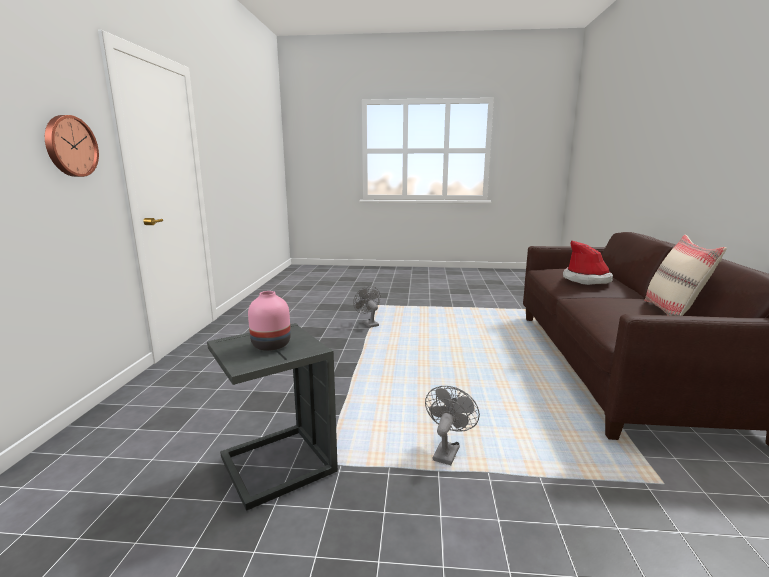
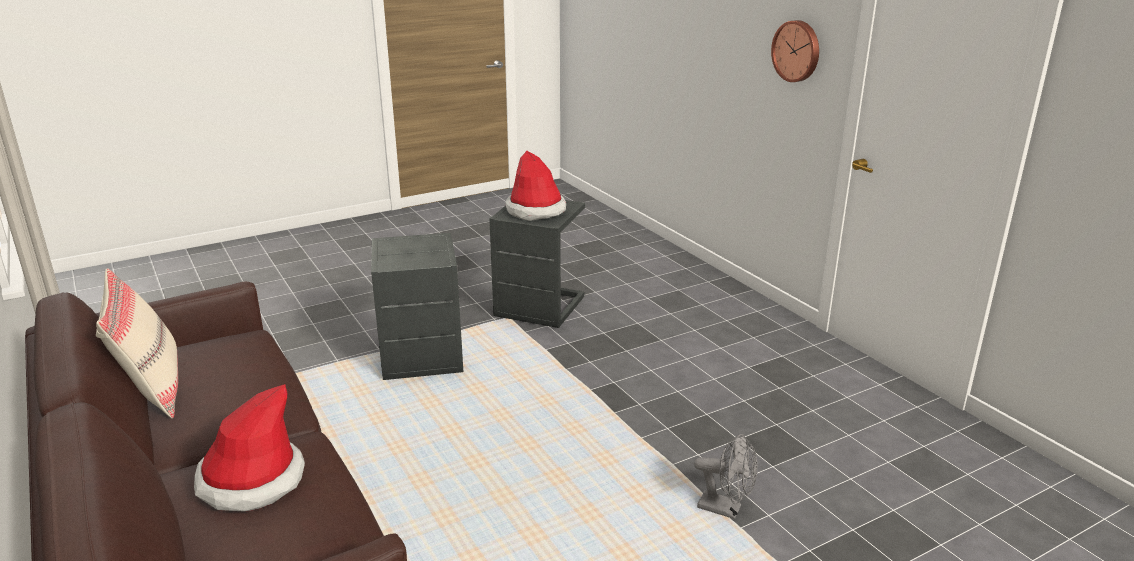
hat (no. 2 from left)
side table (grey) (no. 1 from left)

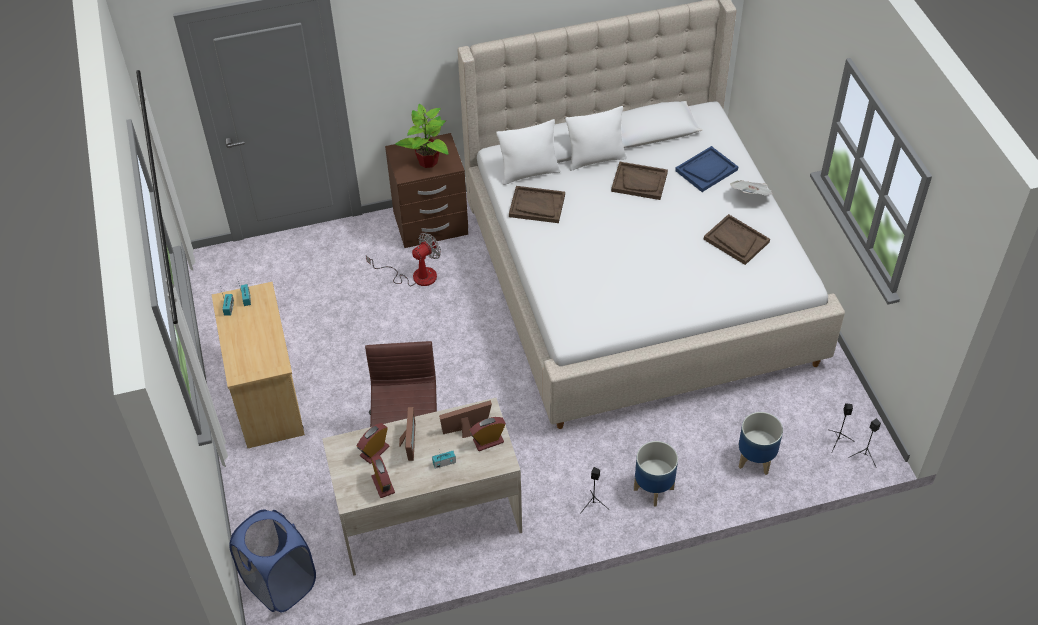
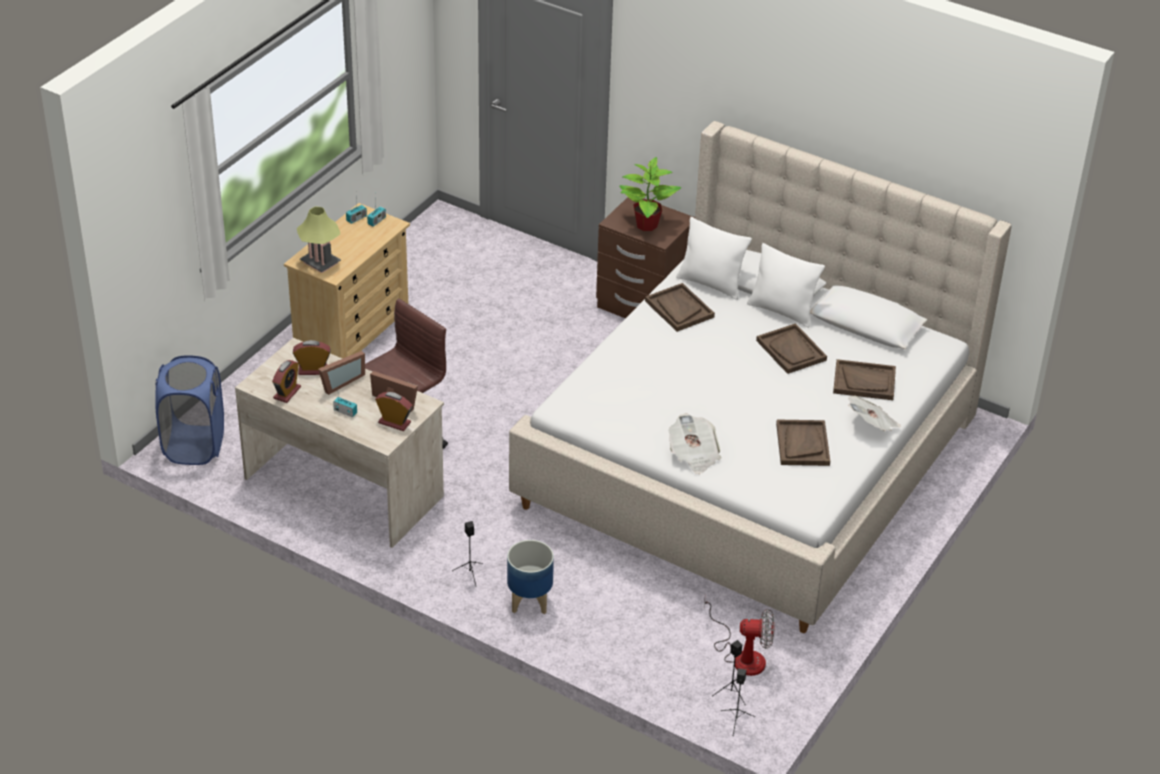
fan
tray (brown) (no. 4 from left)
planter (no. 2 from left in the first image)
table lamp
newspaper (no. 1 from left)

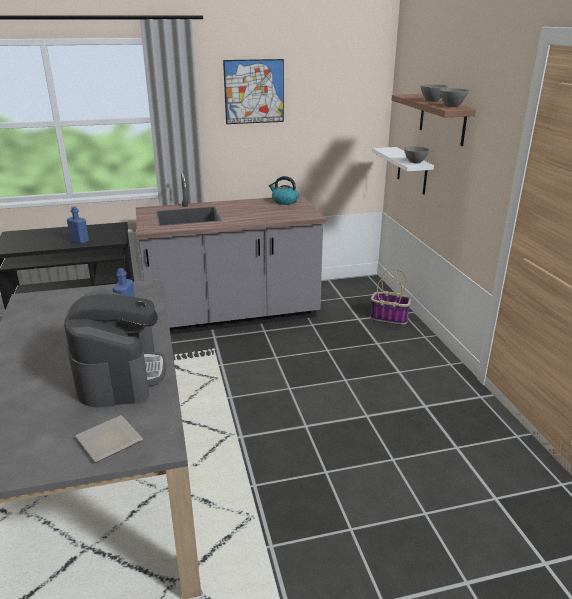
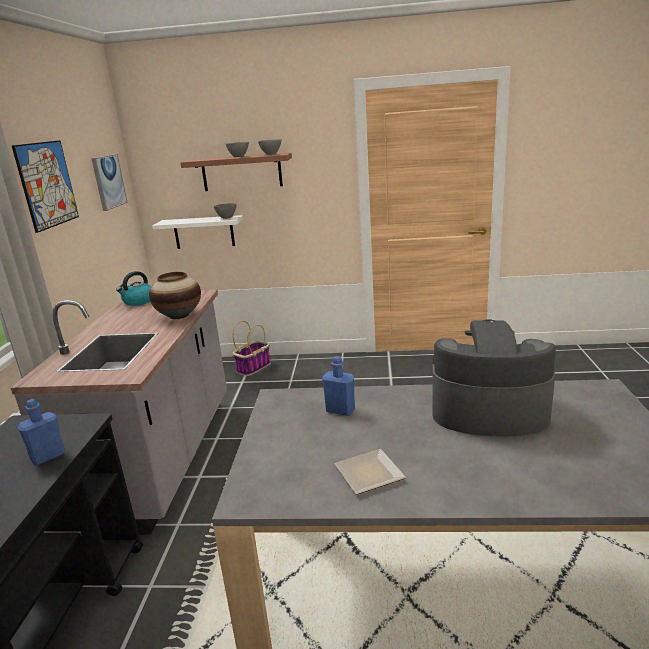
plate
picture (no. 2 from left)
vase

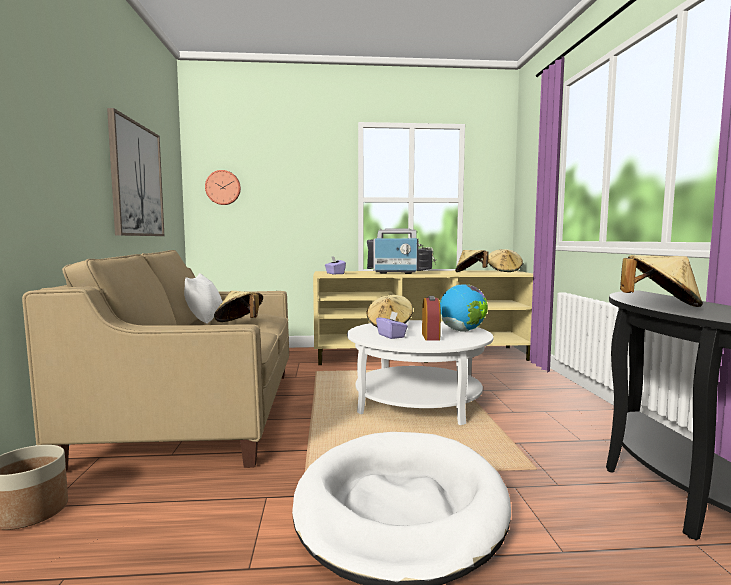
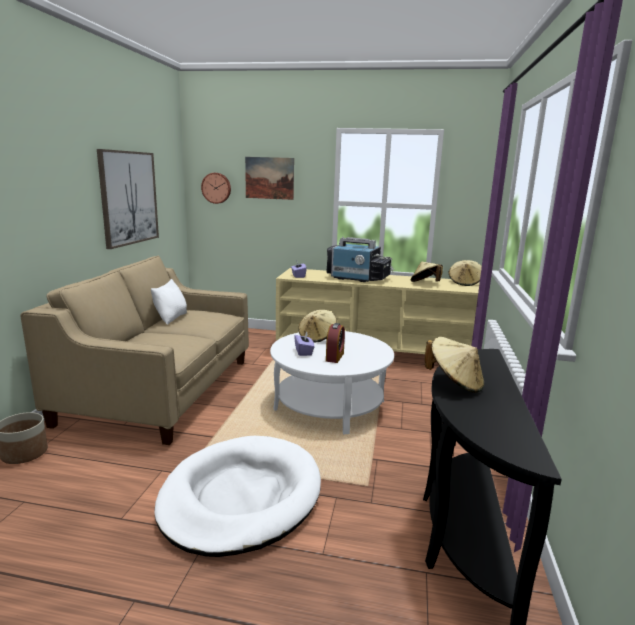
hat (beige) (no. 1 from left in the first image)
globe
picture (no. 2 from left)

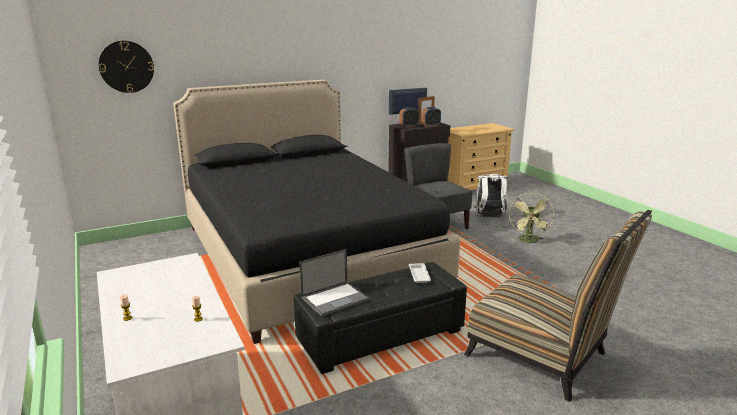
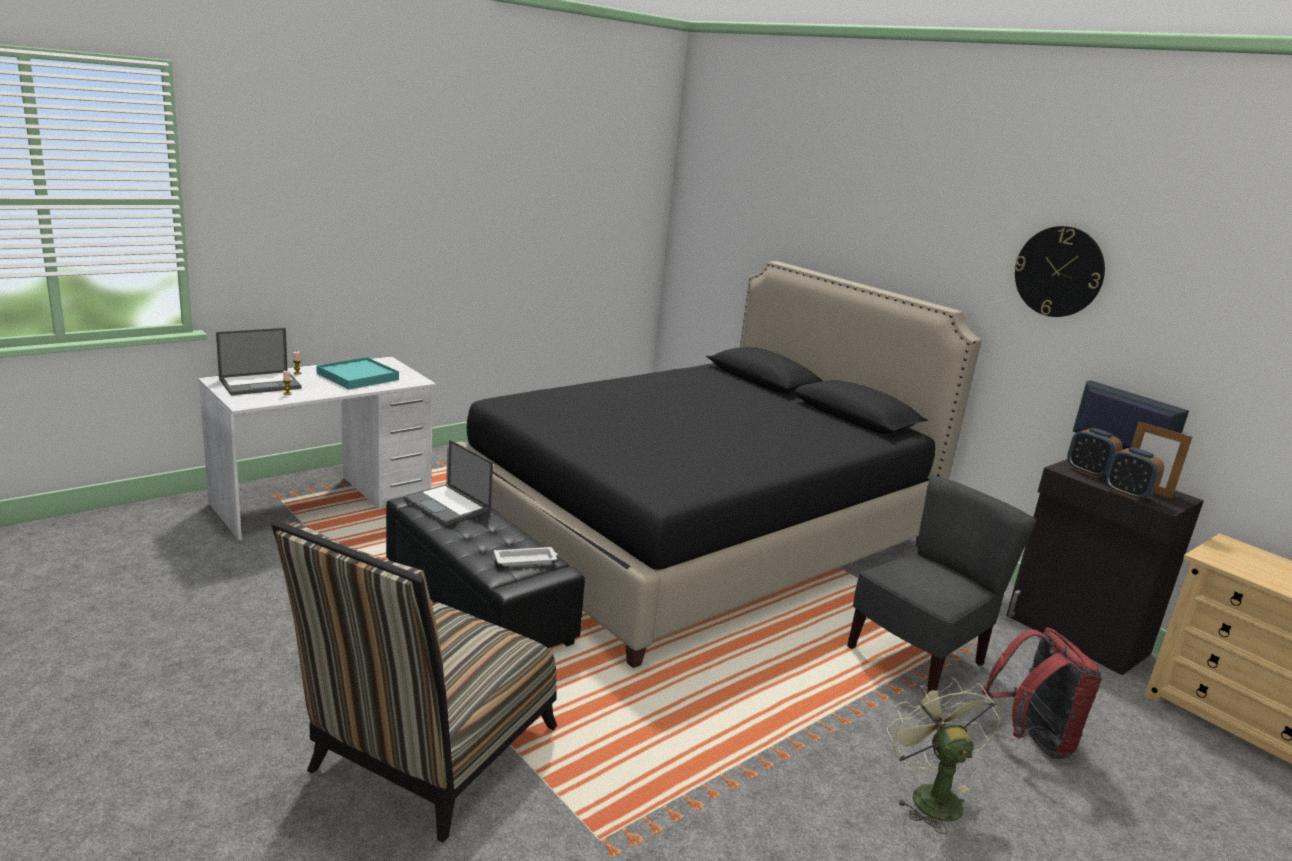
wall clock
backpack (red)
fan (green)
laptop (no. 1 from left)
tray (turquoise)

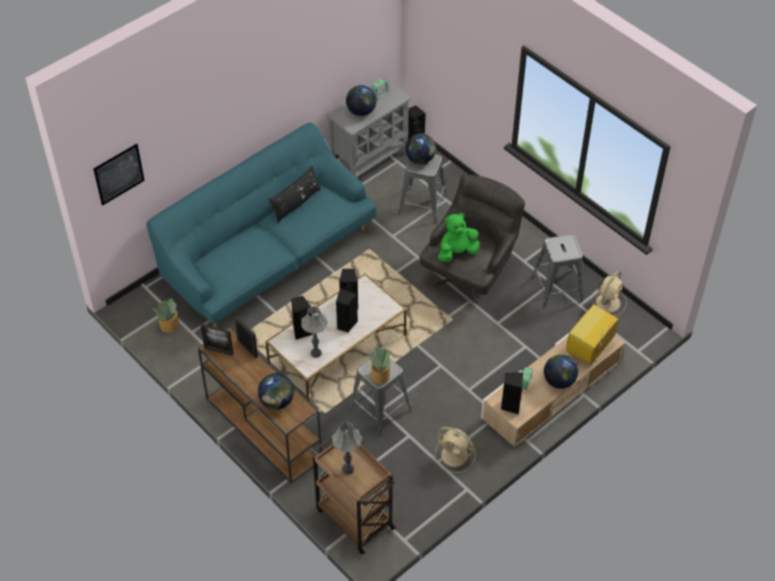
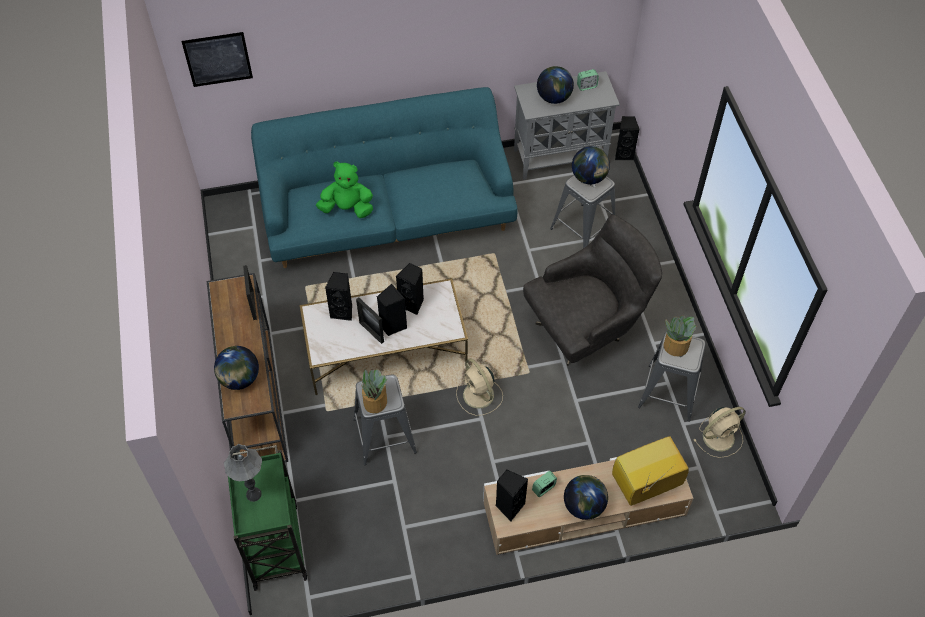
potted plant (no. 2 from left)
picture frame (no. 2 from left)
pillow (black)
table lamp (grey) (no. 1 from left in the first image)
cart (green)
fan (beige) (no. 1 from left)
plush toy (green)

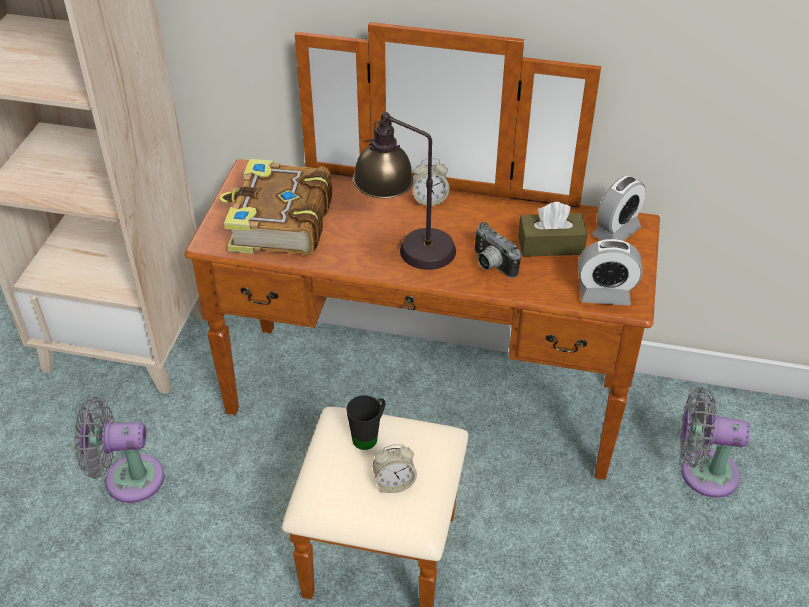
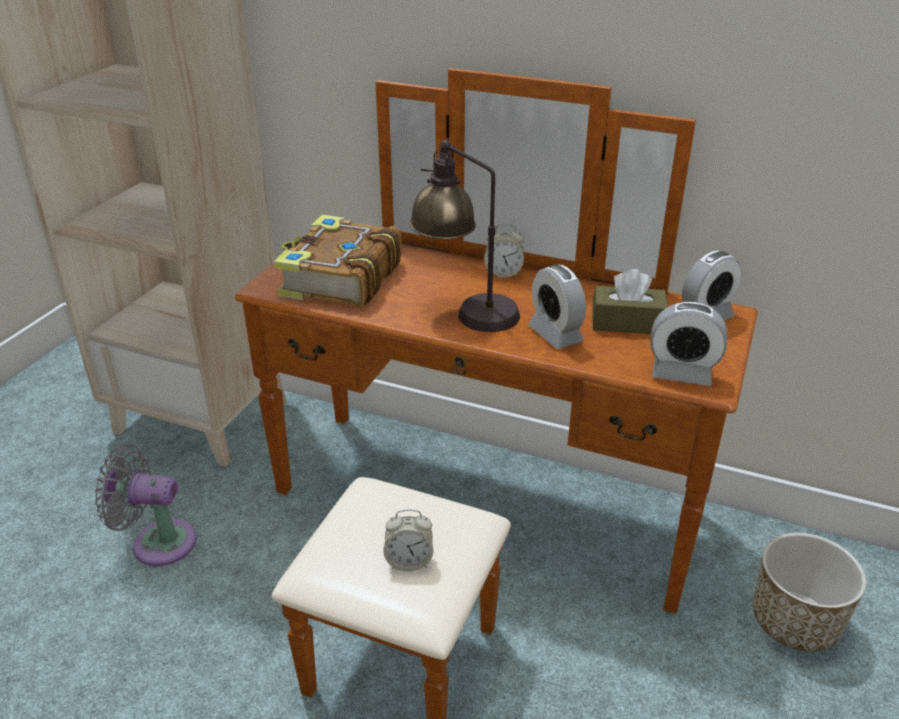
mug (black)
alarm clock (no. 3 from left)
planter

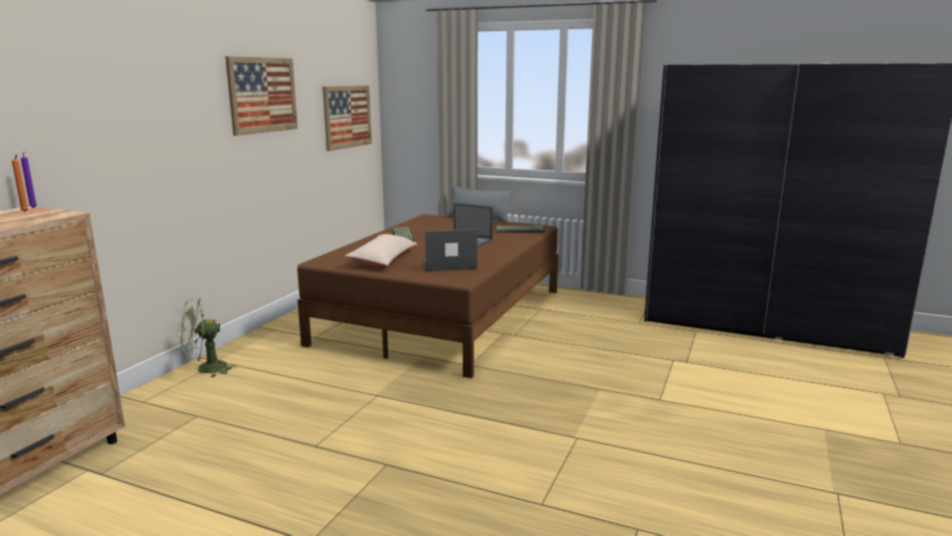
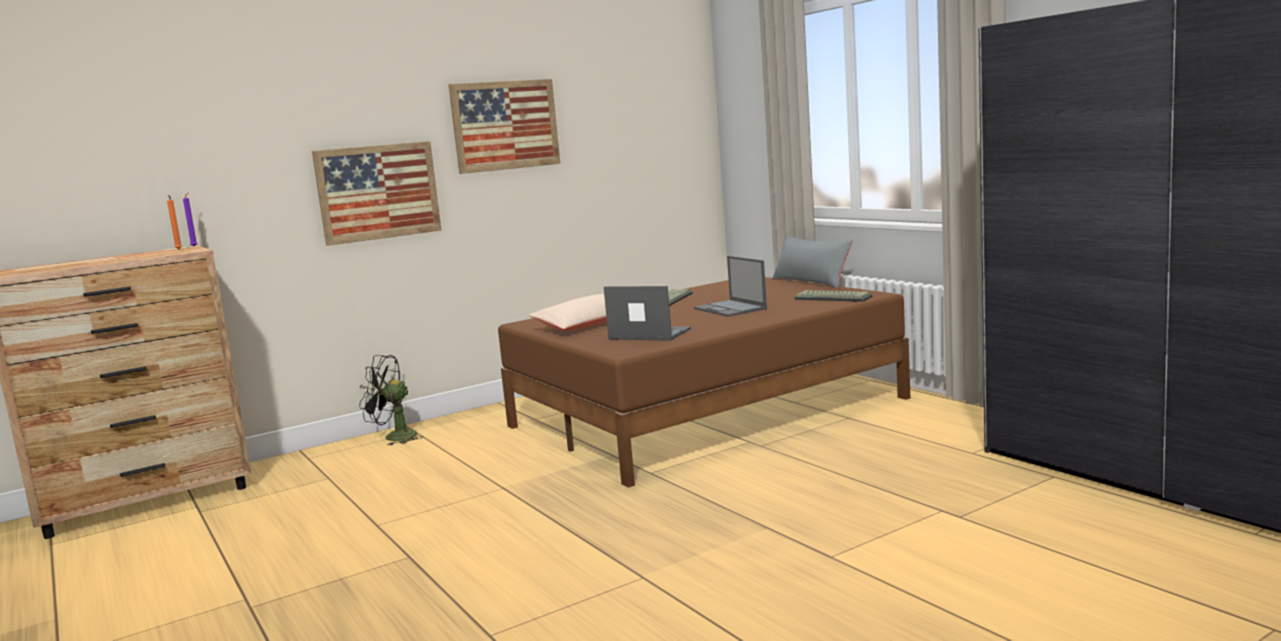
fan (black)
picture (no. 1 from left)

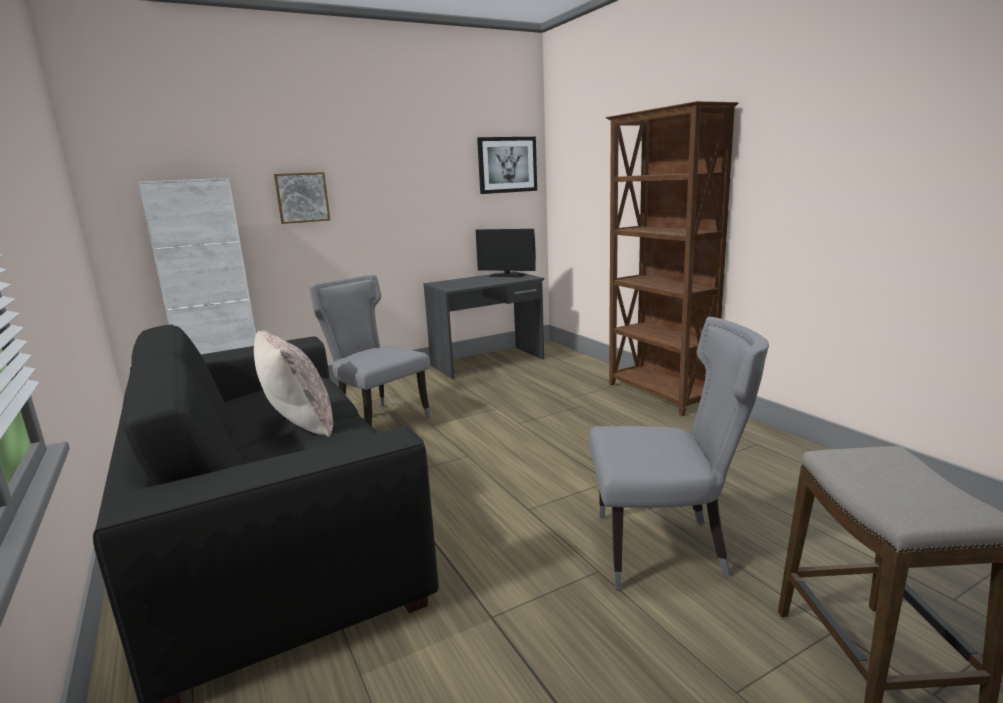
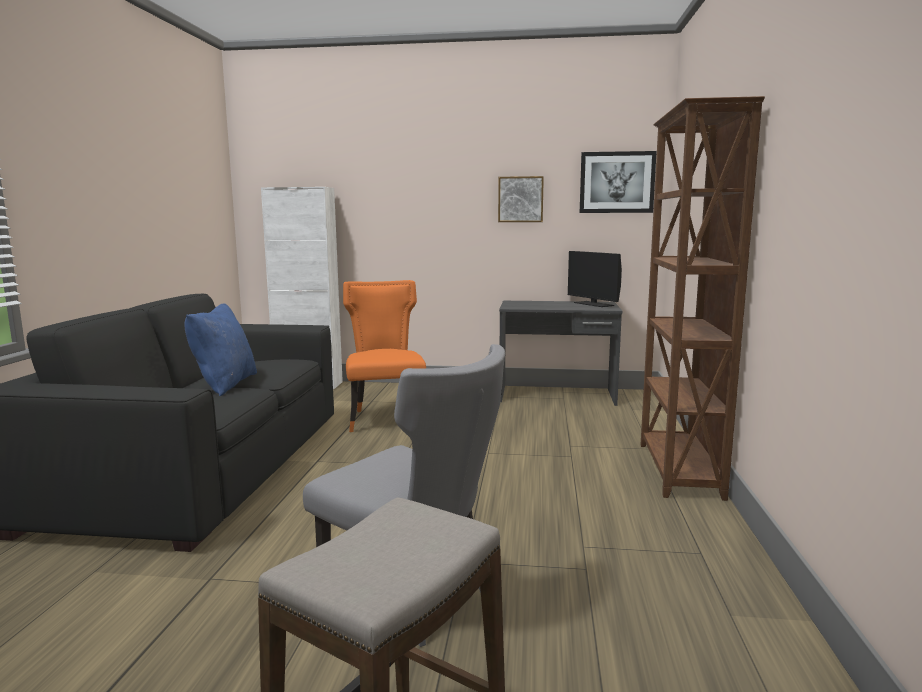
pillow (blue)
picture (no. 1 from left)
chair (orange)

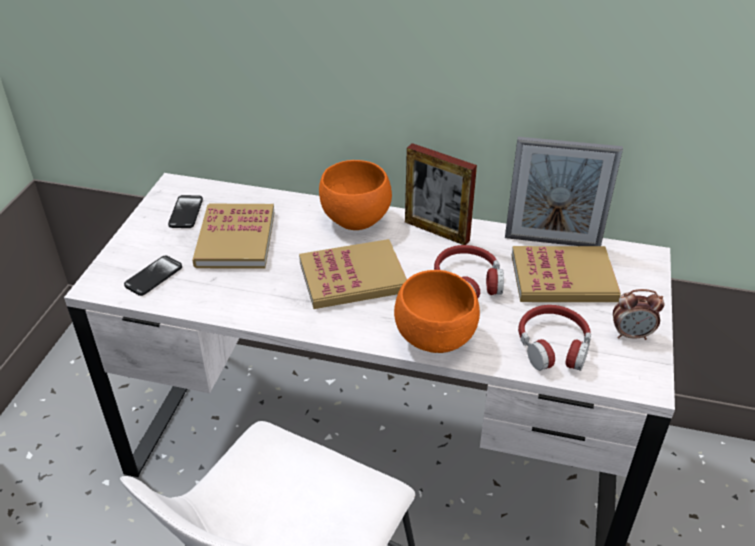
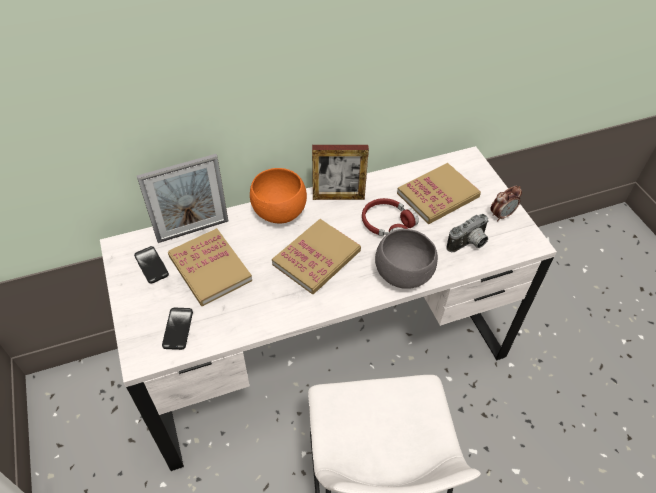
bowl (grey)
picture frame (no. 1 from left)
photo camera

